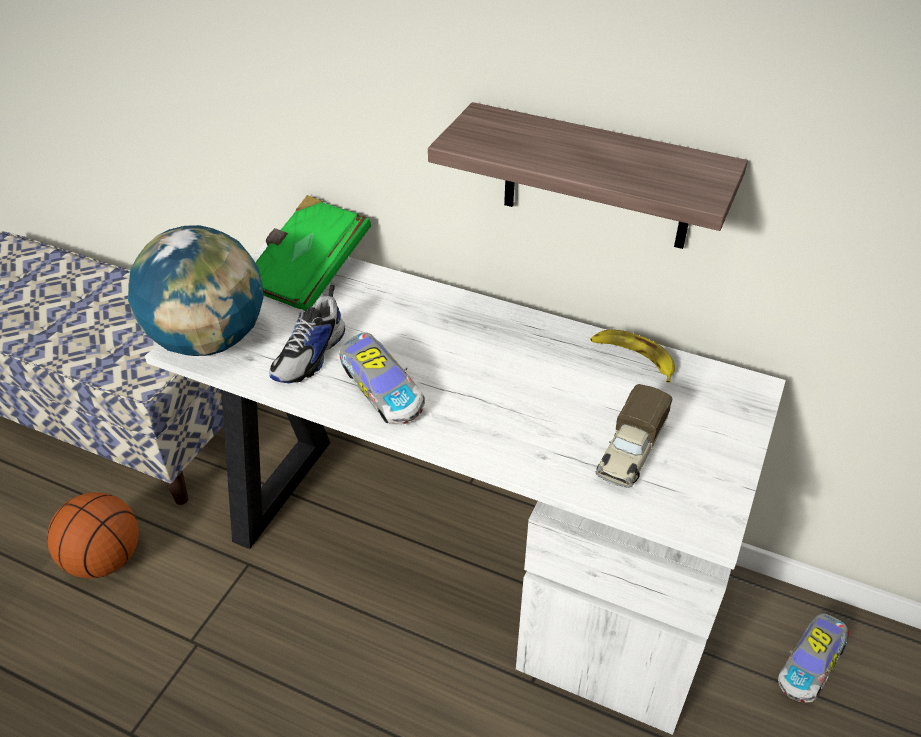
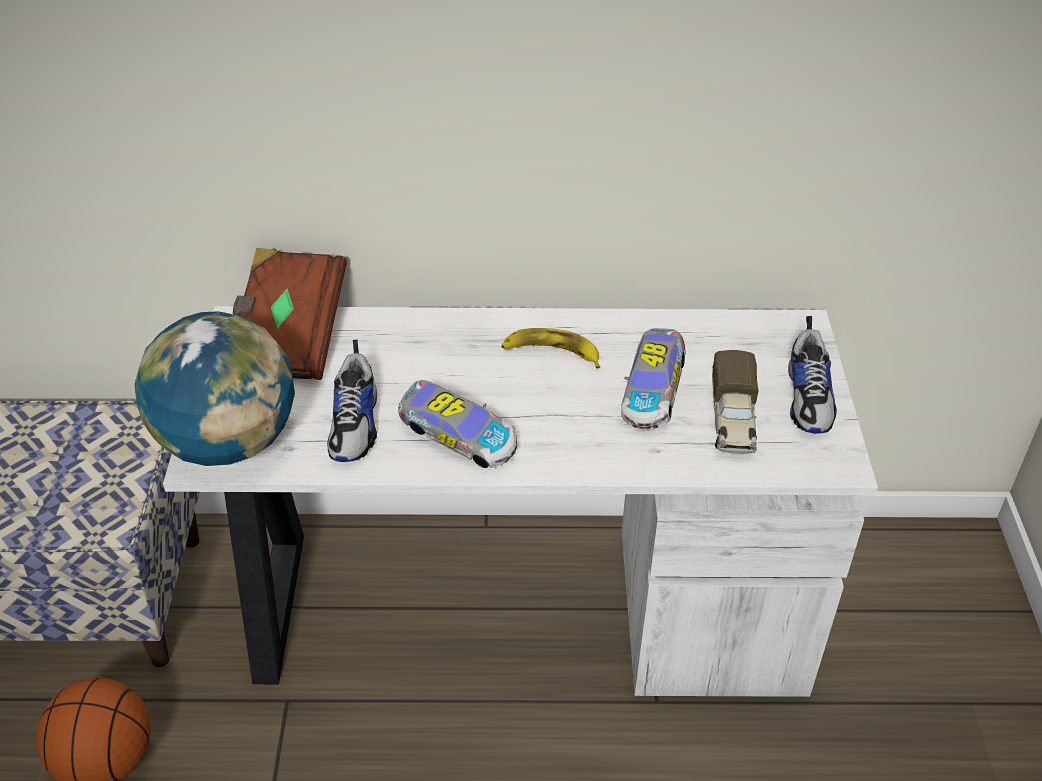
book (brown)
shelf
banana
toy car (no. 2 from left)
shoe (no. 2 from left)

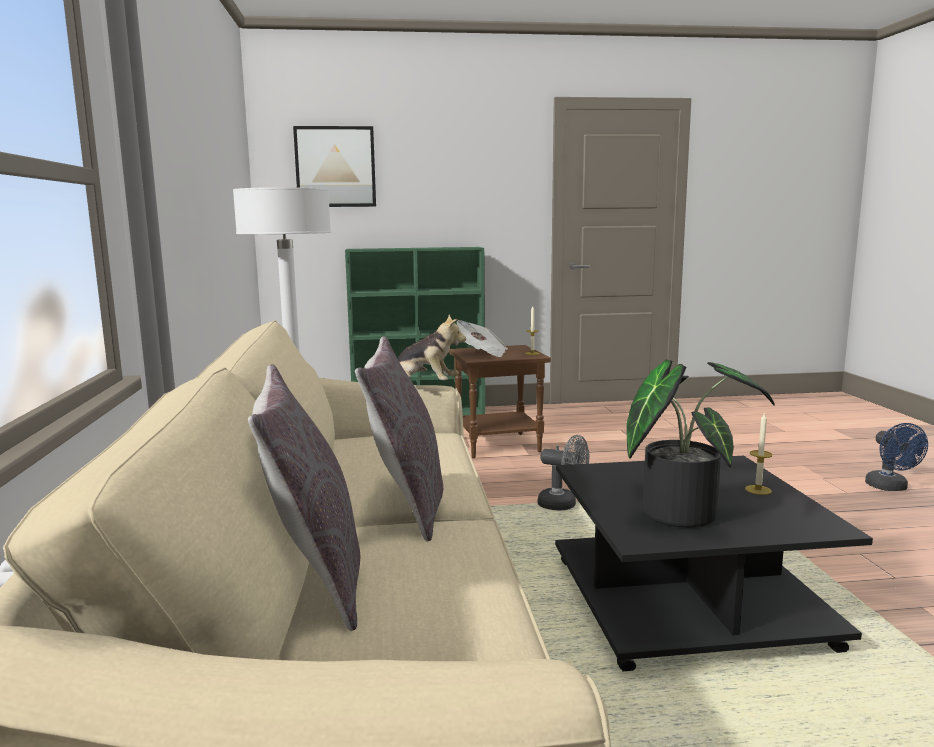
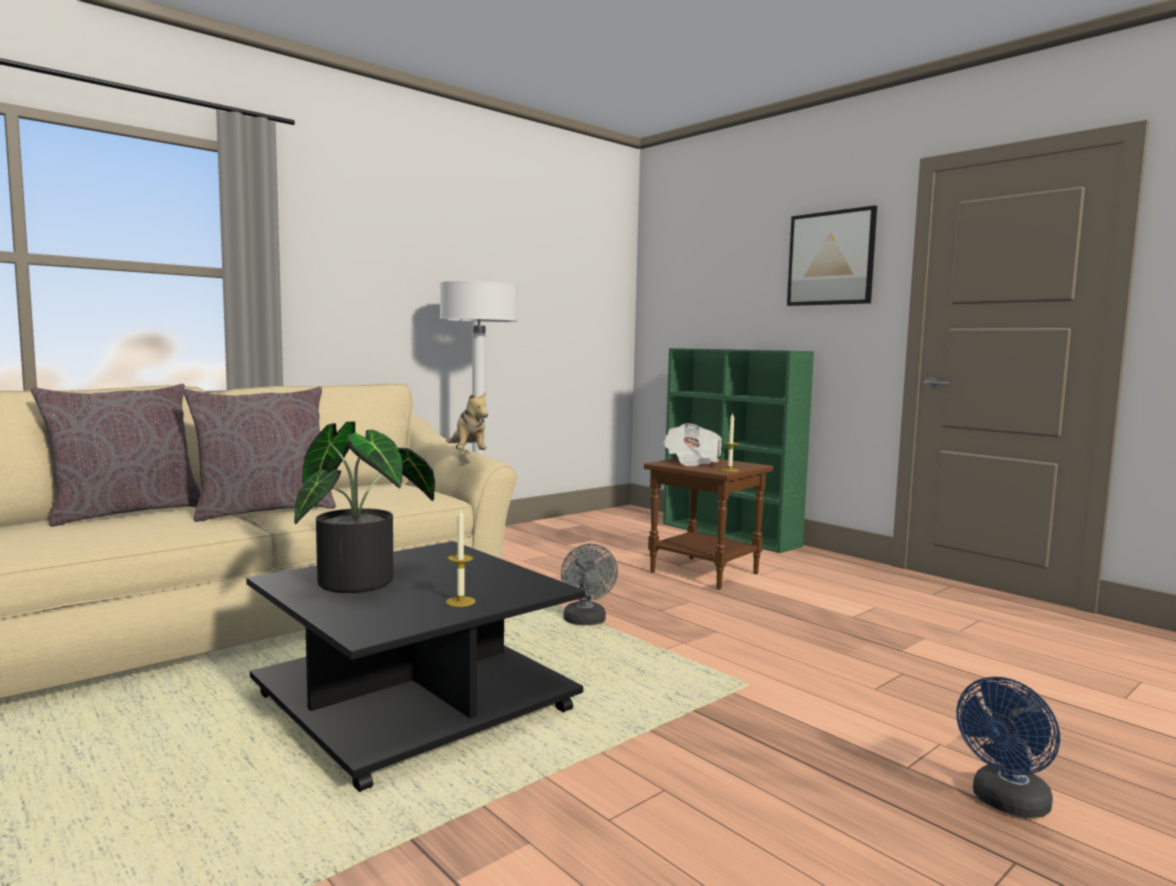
picture

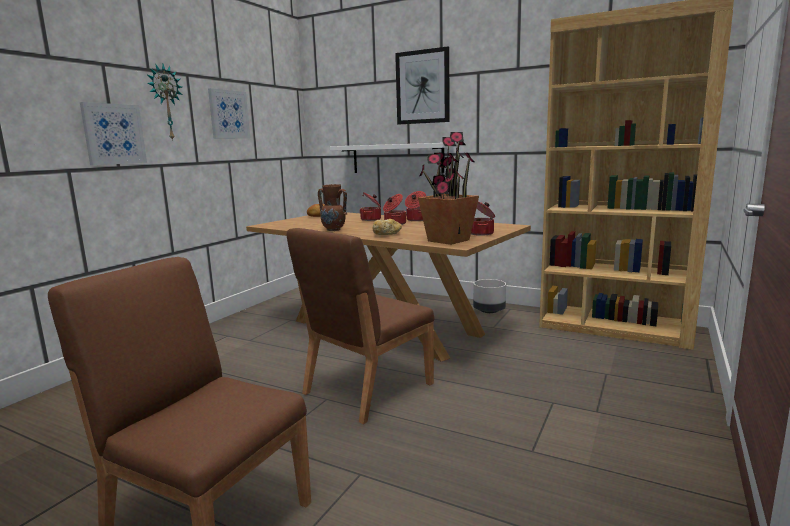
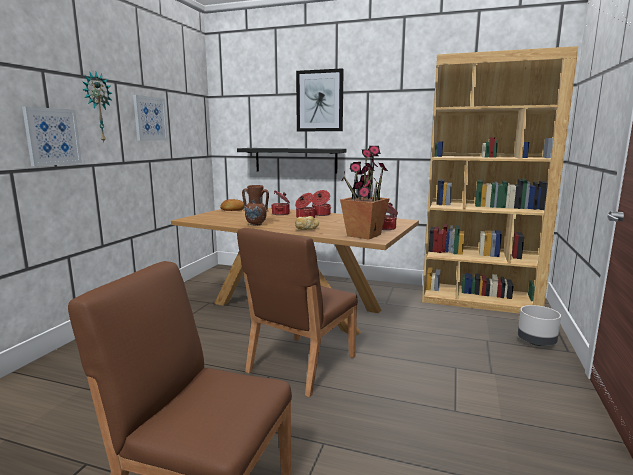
shelf (black)
planter (grey)

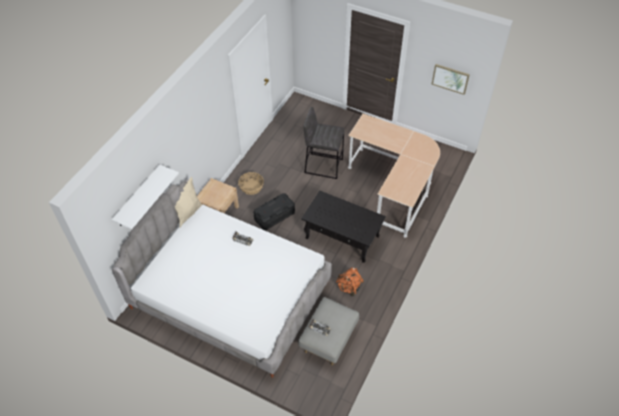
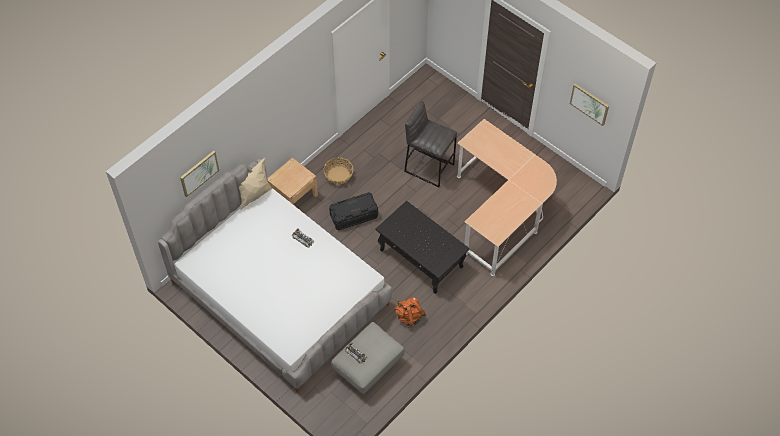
picture (no. 1 from left)

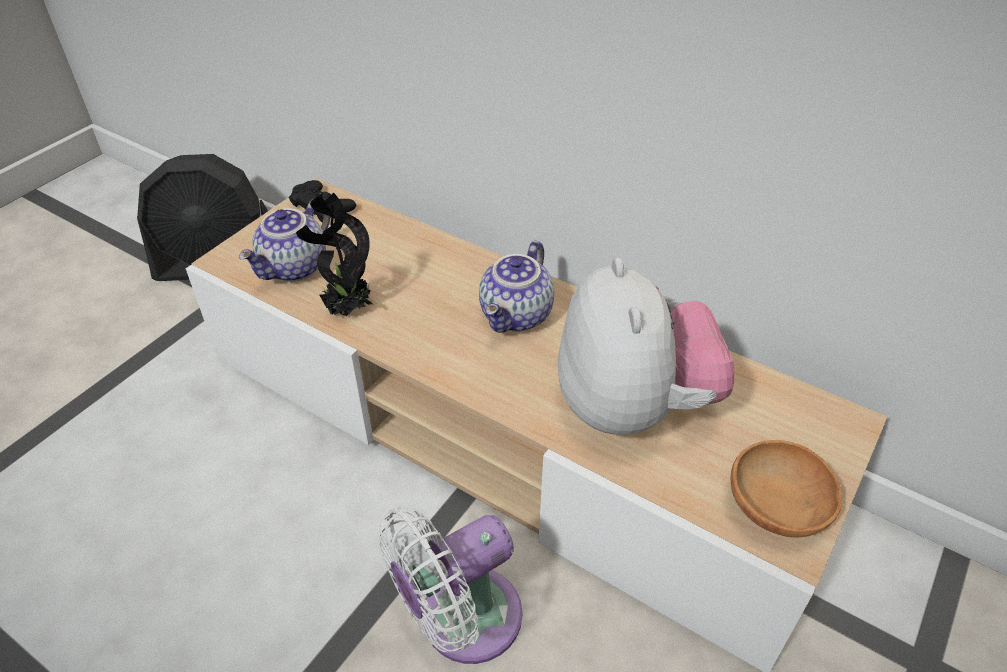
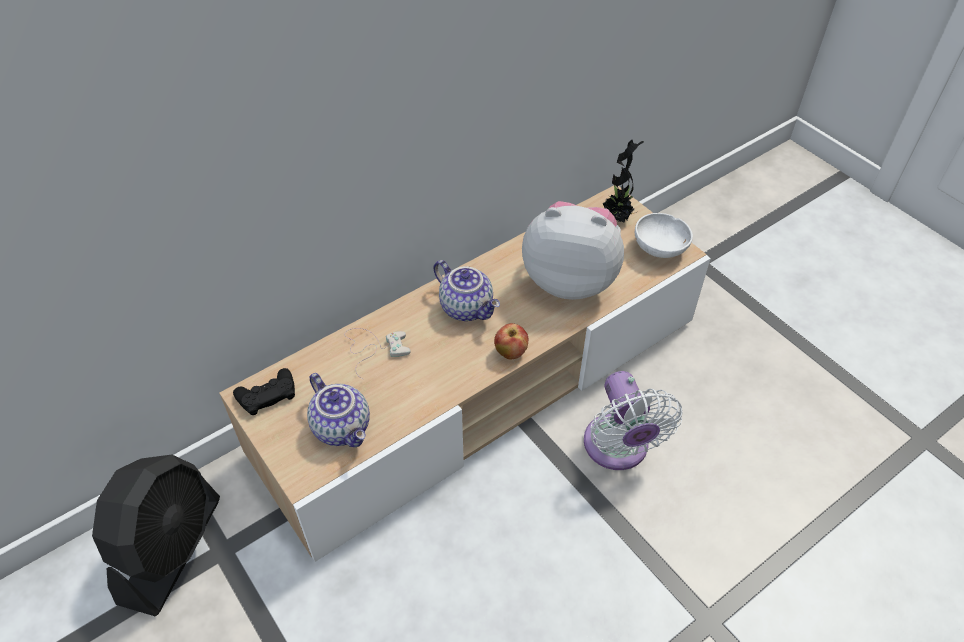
potted plant
bowl (white)
game controller (white)
apple

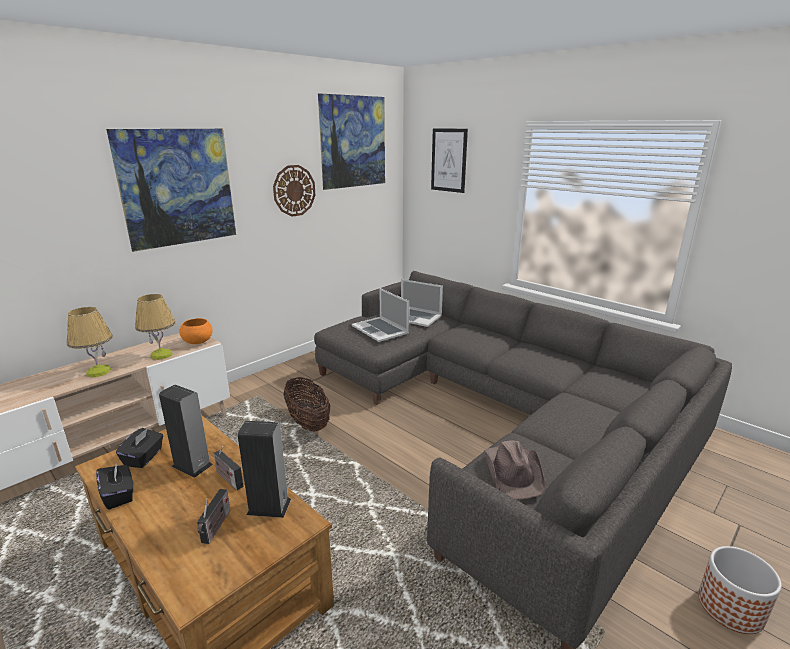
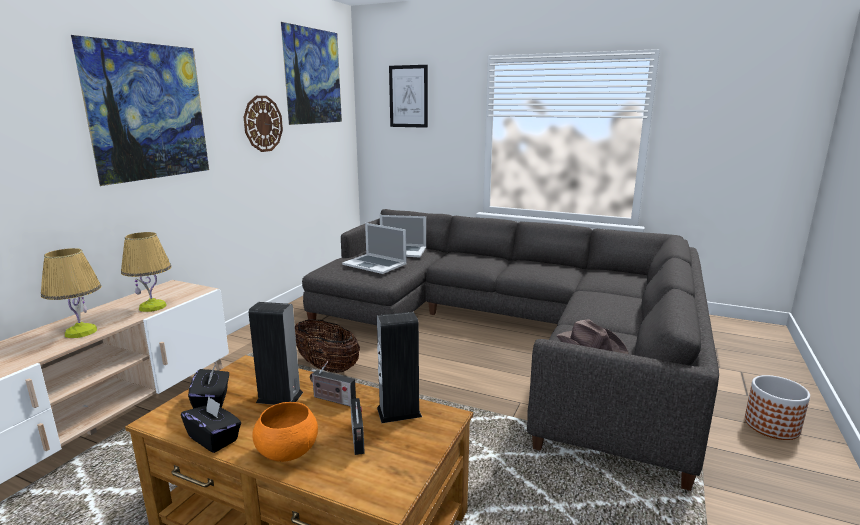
bowl (orange)

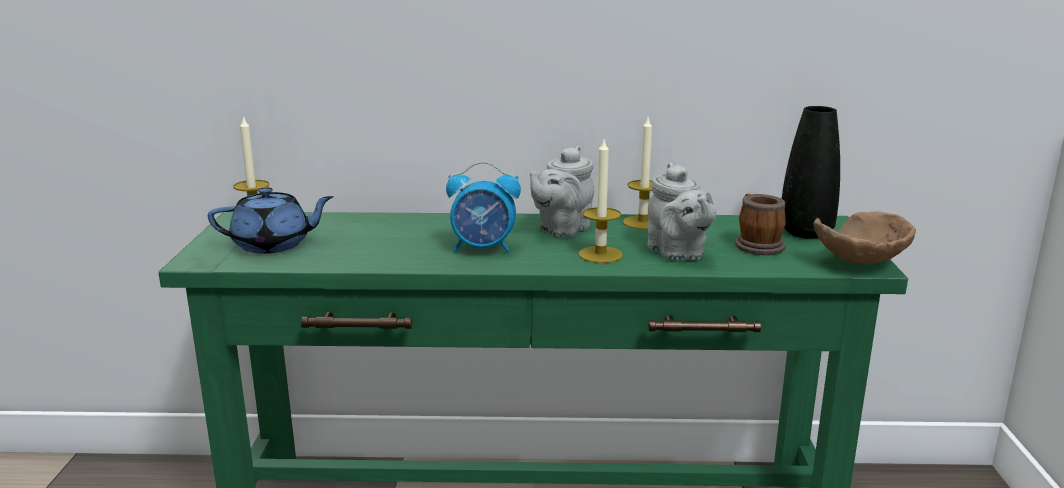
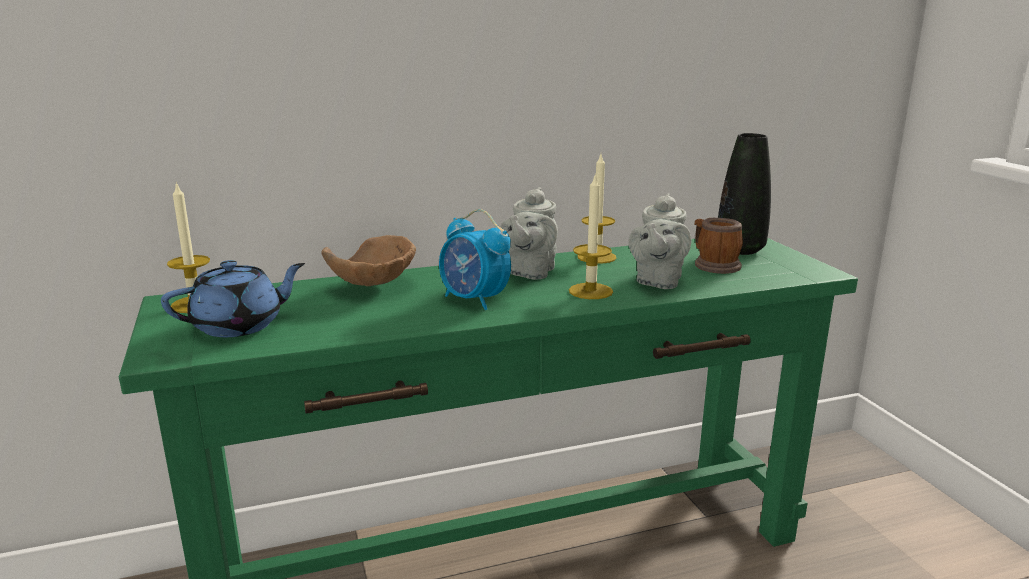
alarm clock
teapot (grey) (no. 2 from left)
bowl (brown)

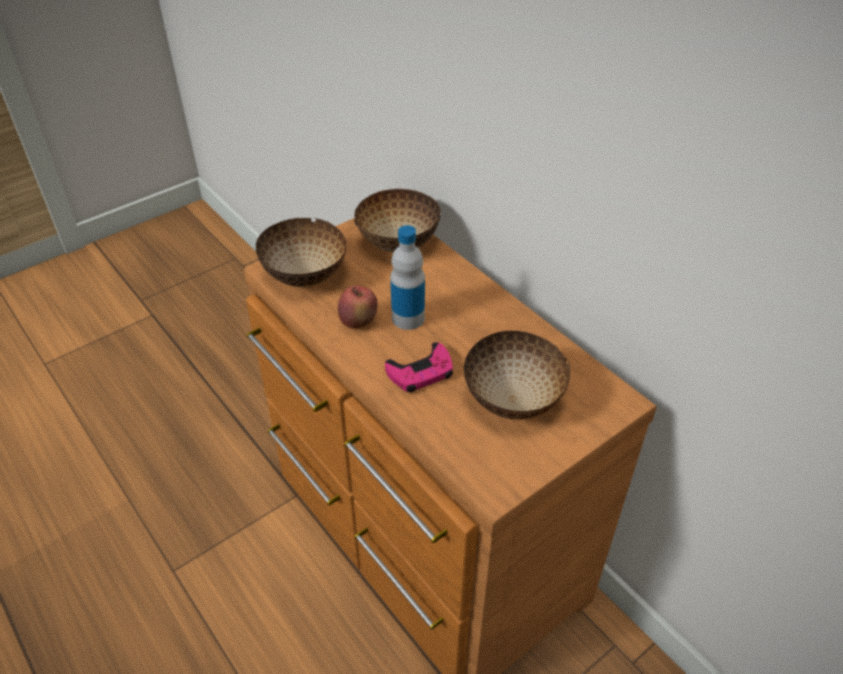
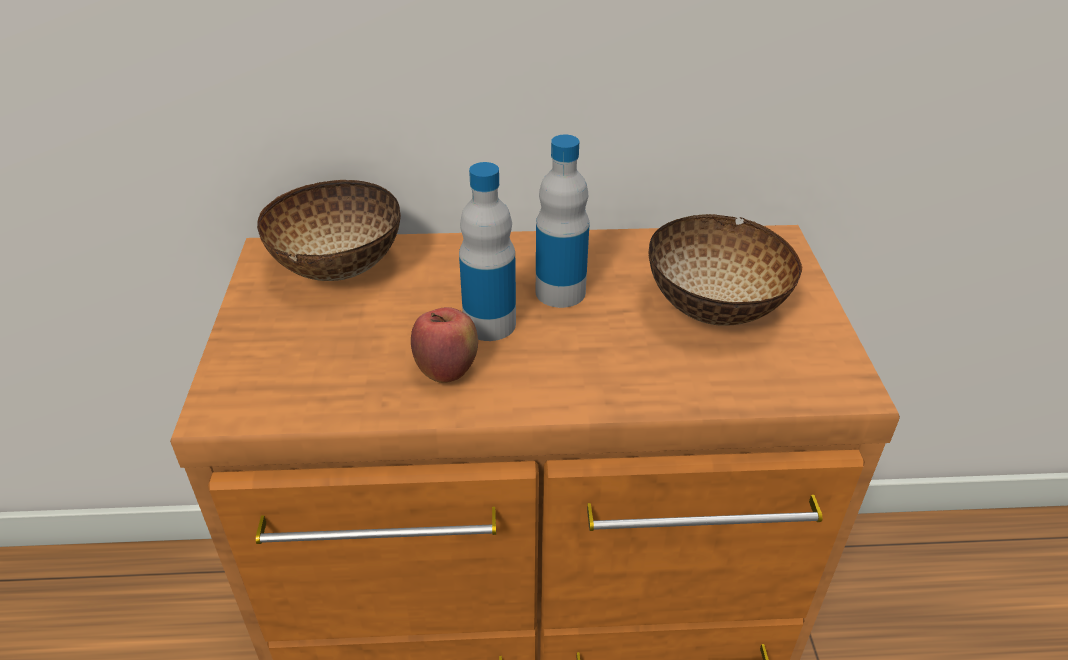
bowl (no. 1 from left in the first image)
game controller (pink)
bottle (no. 2 from left)

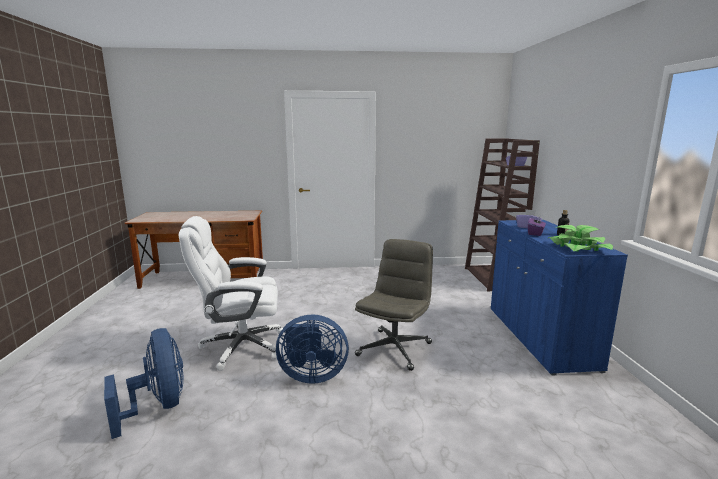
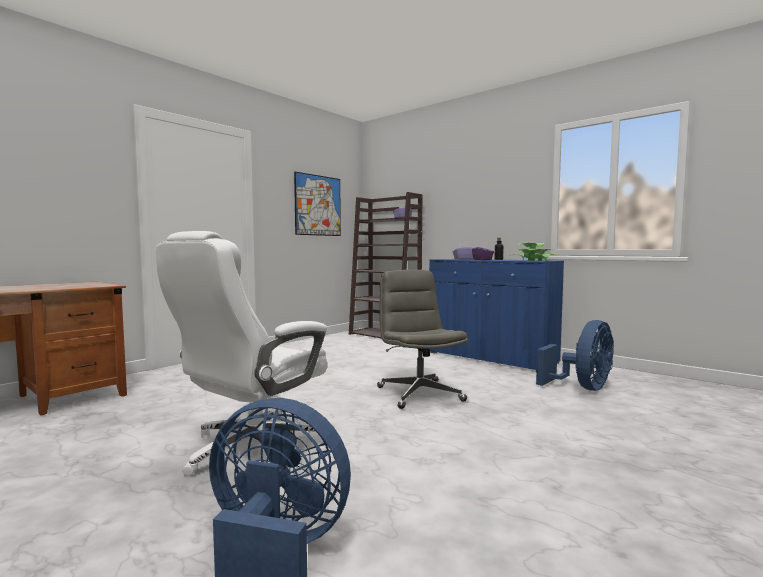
fan (blue) (no. 2 from left)
picture

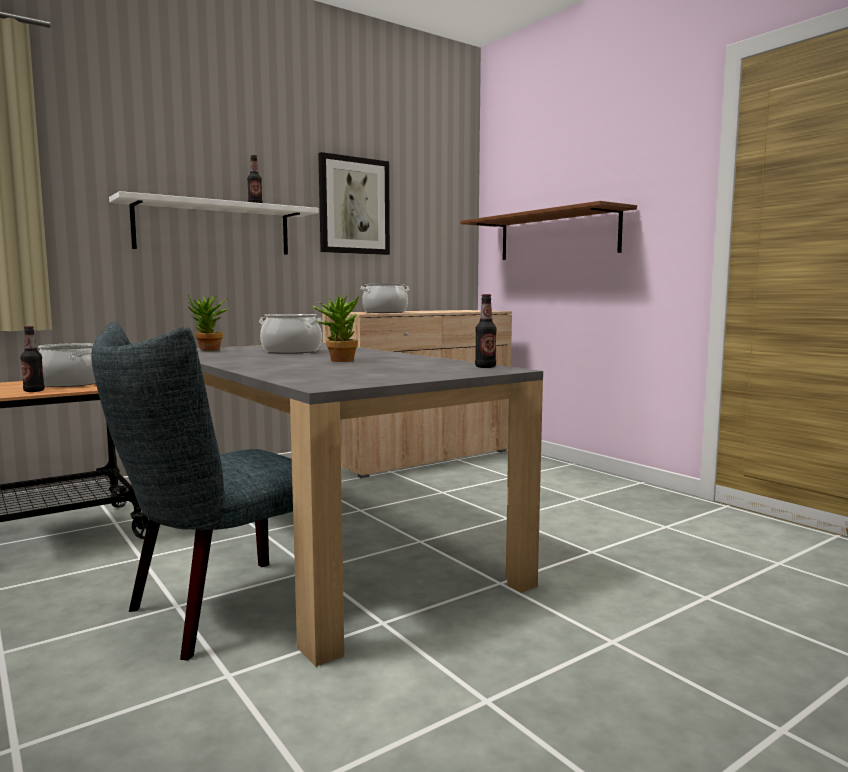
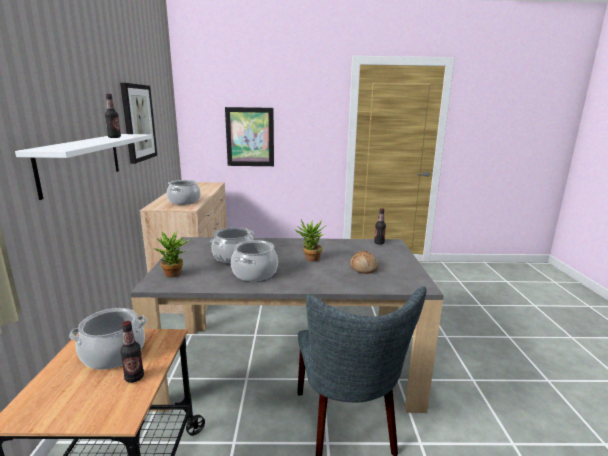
picture (no. 2 from left)
cooking pot (no. 4 from left)
bread

